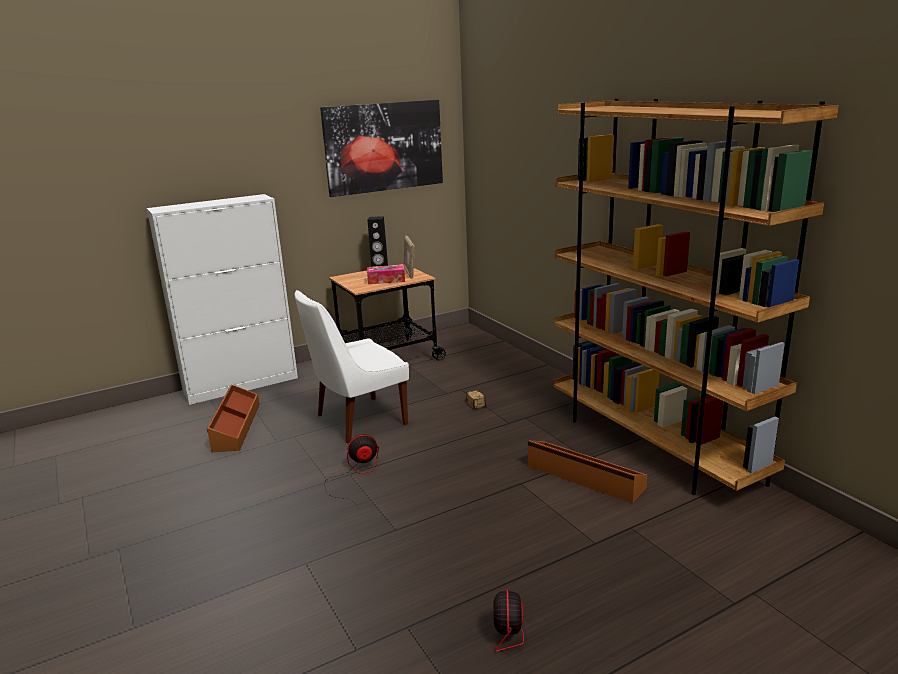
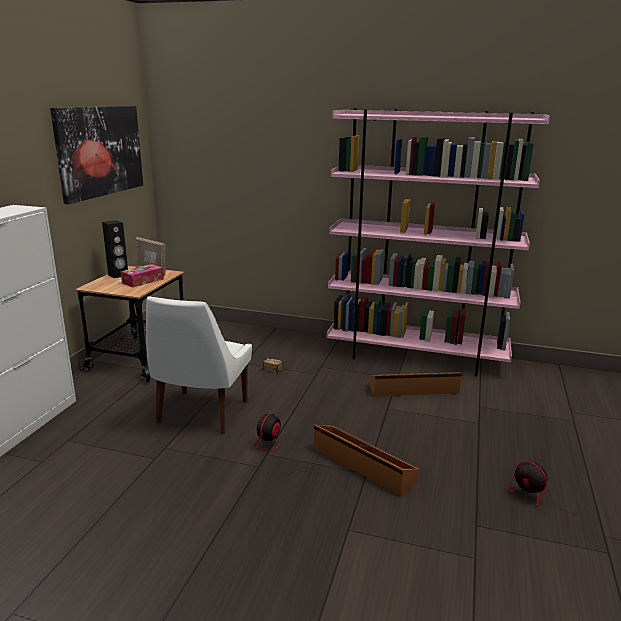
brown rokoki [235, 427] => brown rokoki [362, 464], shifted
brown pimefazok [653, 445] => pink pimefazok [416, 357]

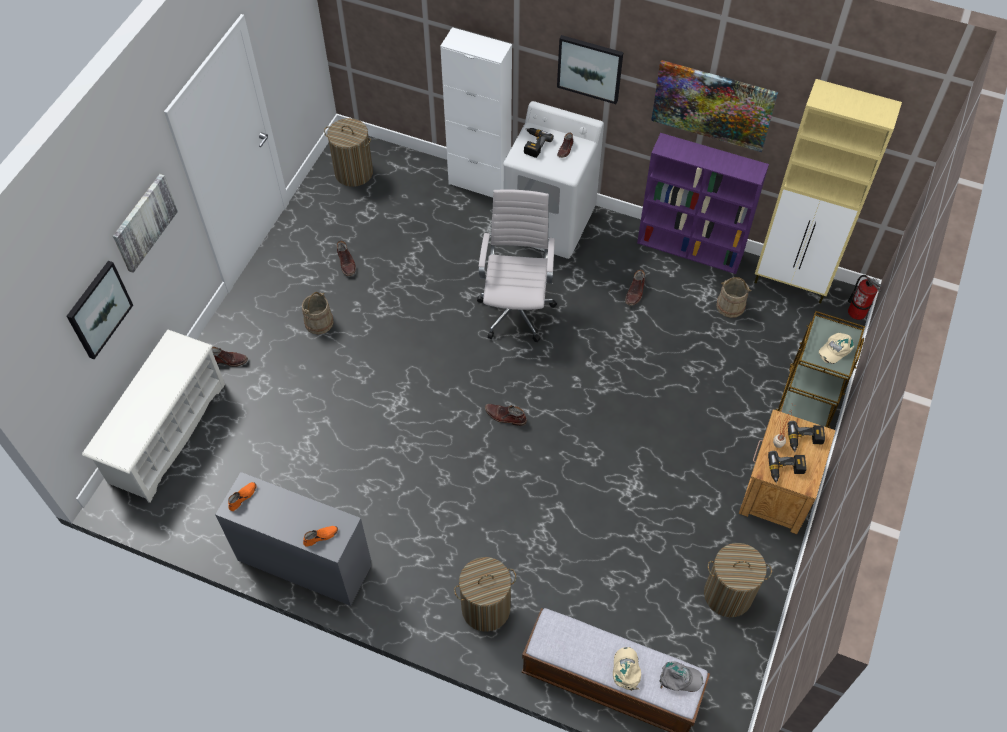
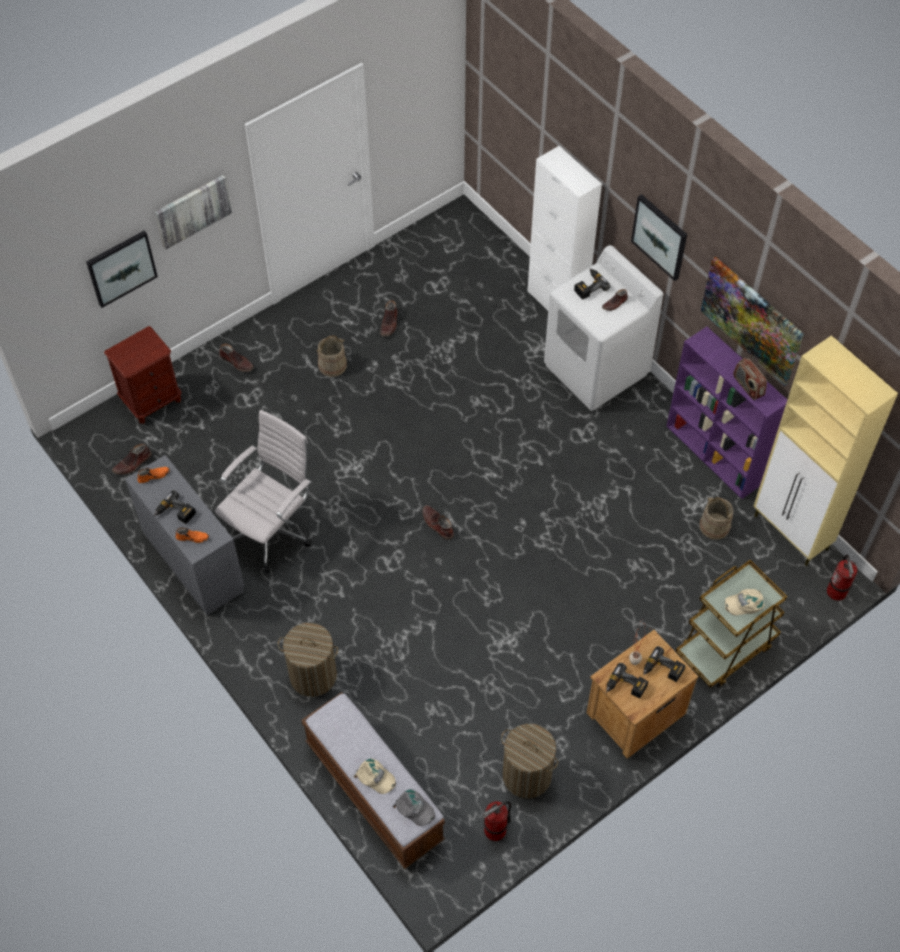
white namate [167, 433] => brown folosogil [152, 400]
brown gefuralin [635, 292] => brown gefuralin [132, 464], shifted
nothing => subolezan [175, 513]
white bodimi [516, 309] => white bodimi [272, 531], shifted
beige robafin [626, 670] => beige robafin [375, 777], 90 degrees clockwise
nothing => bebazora [495, 830]
nothing => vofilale [747, 386]
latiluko [353, 172] => nothing

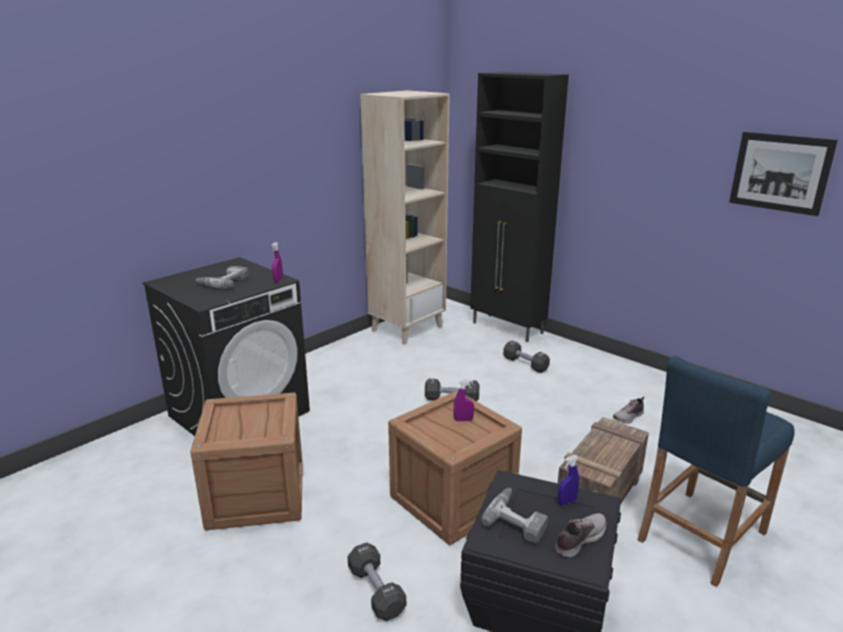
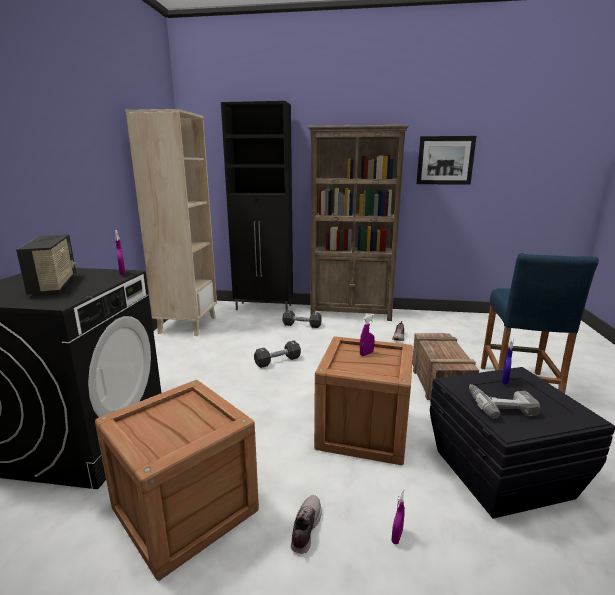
subolezan [223, 282] => vofilale [55, 284]
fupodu [578, 540] => fupodu [305, 528], shifted
nothing => brown pimefazok [351, 313]
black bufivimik [376, 591] => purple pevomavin [397, 536]

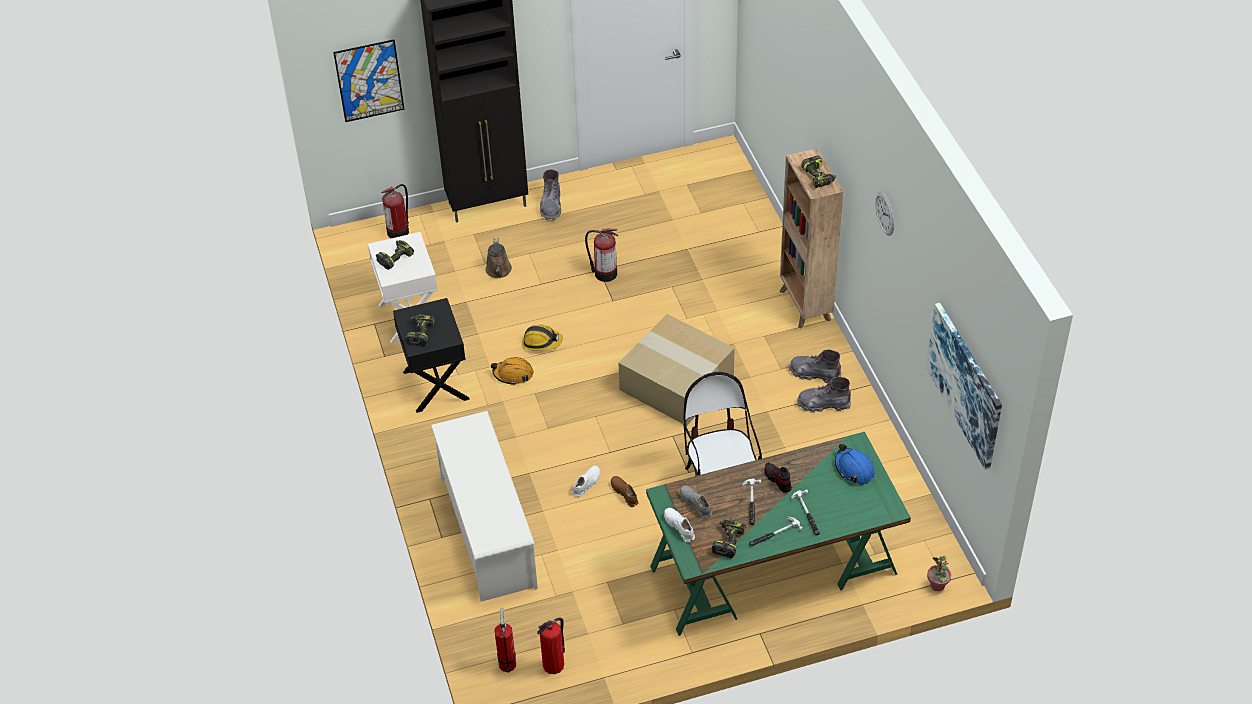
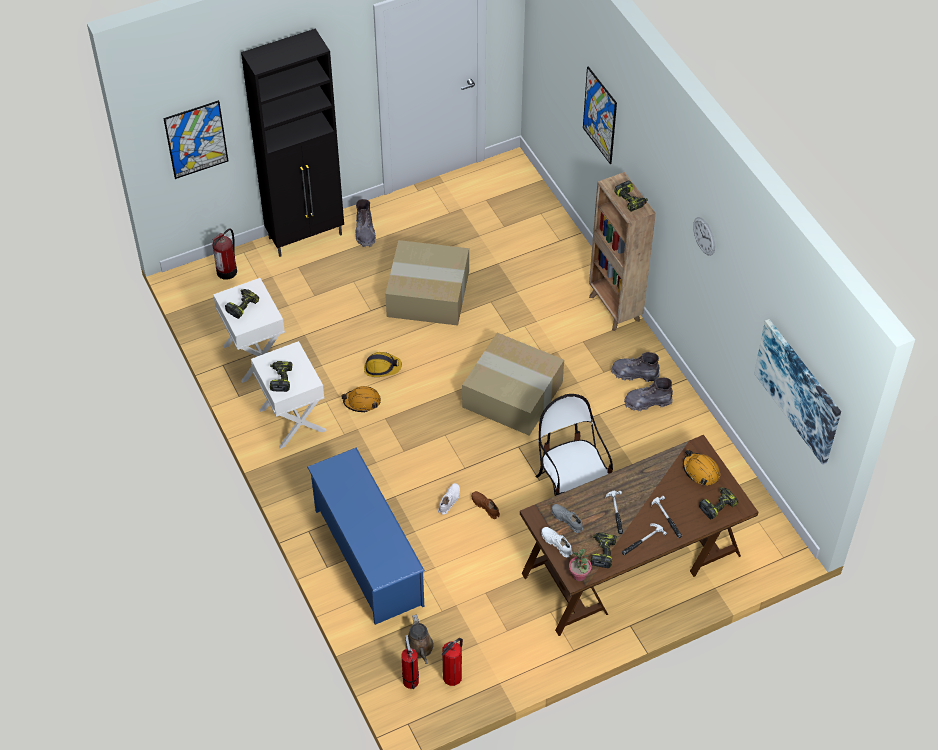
black folosogil [435, 385] => white folosogil [292, 420]
white namate [487, 531] => blue namate [367, 556]
bebazora [604, 273] => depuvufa [426, 294]
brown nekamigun [498, 271] => brown nekamigun [420, 648], shifted
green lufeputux [773, 571] => brown lufeputux [631, 565]
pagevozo [937, 585] => pagevozo [579, 575], shifted
nothing => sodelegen [600, 115]
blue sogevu [854, 469] => orange sogevu [700, 471]
nothing => subolezan [717, 505]
fupodu [777, 480] => nothing

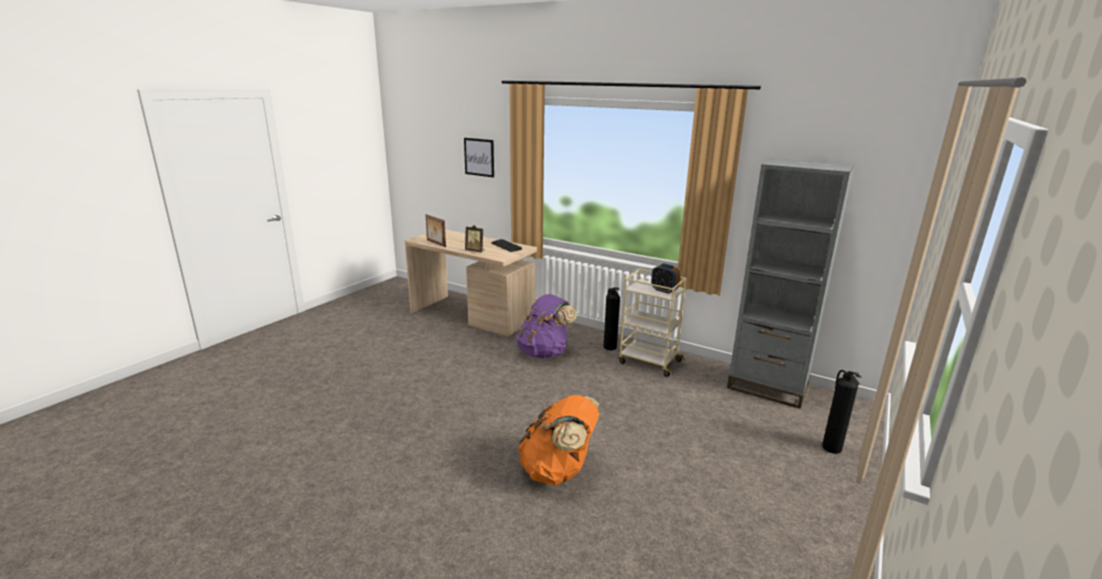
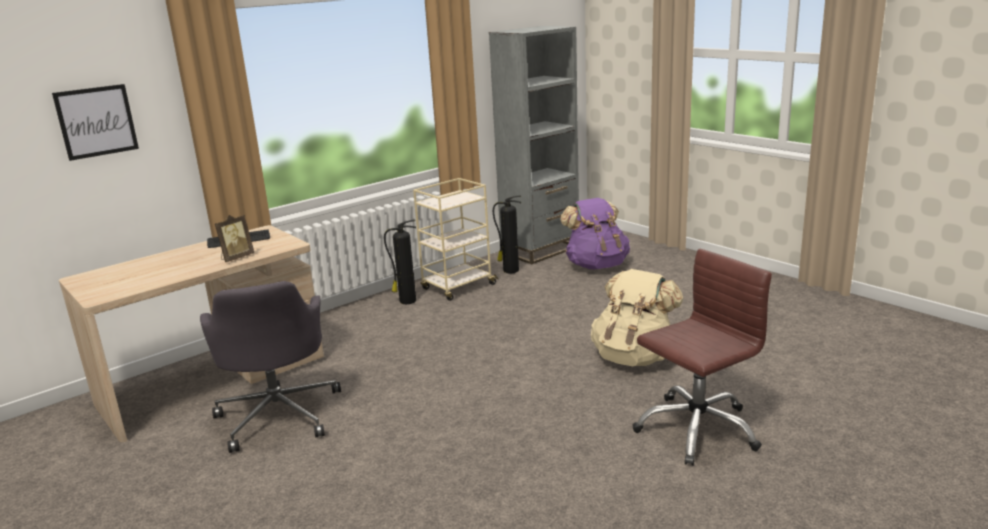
nothing => grey bodimi [279, 414]
bebazora [831, 447] => bebazora [510, 270], shifted
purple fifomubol [544, 352] => purple fifomubol [596, 265], shifted
orange fifomubol [558, 471] => beige fifomubol [634, 357]
nothing => brown bodimi [696, 429]
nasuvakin [435, 243] => nothing
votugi [664, 290] => nothing

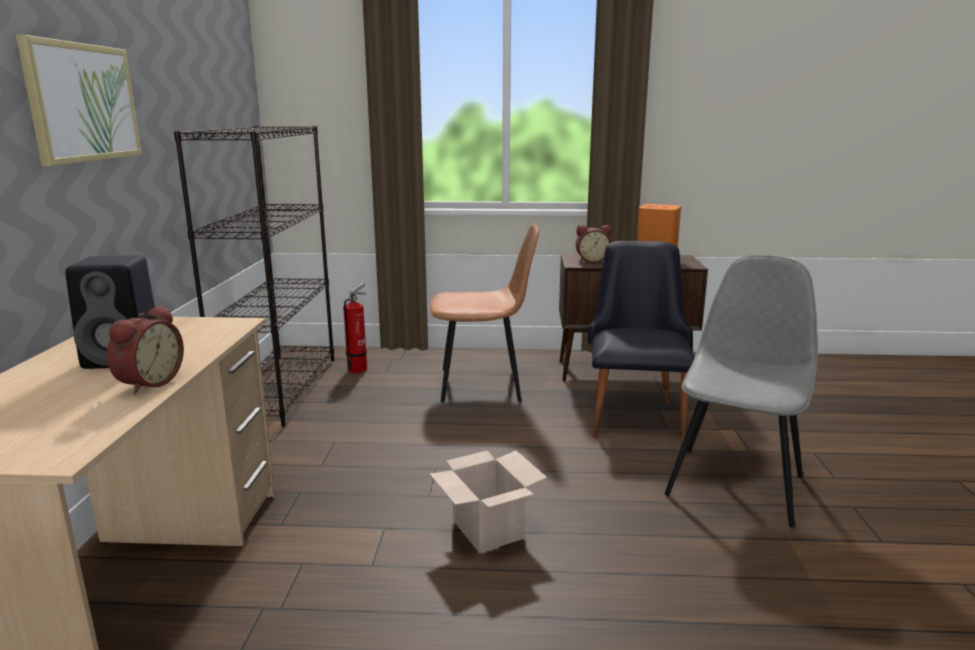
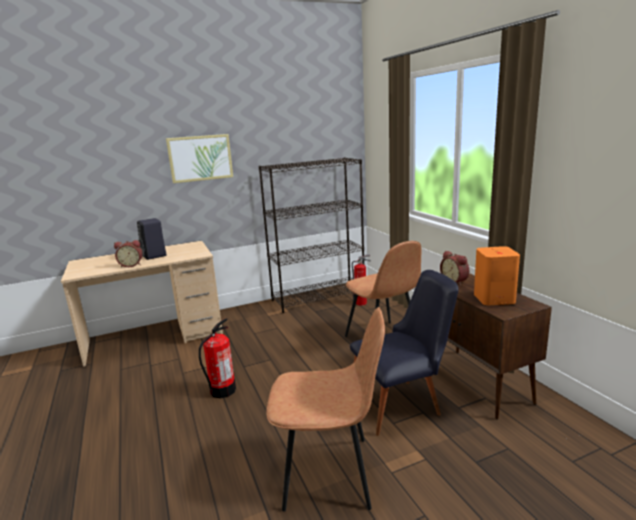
depuvufa [486, 528] => bebazora [222, 390]
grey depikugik [736, 483] => brown depikugik [330, 472]

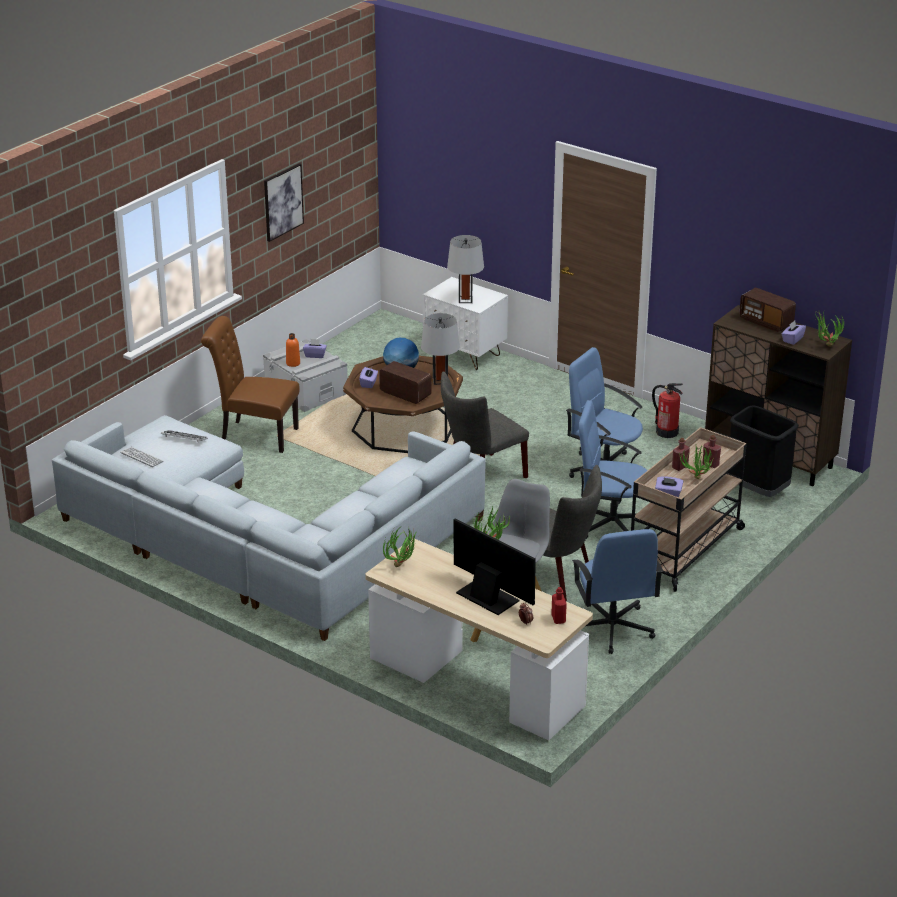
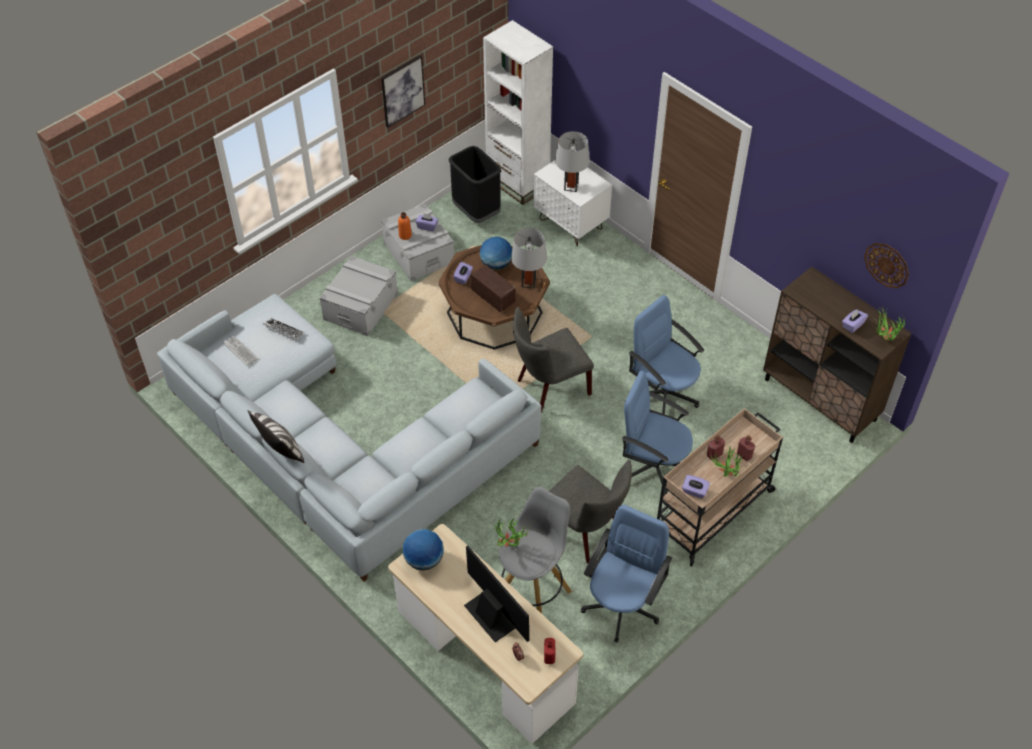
nothing => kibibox [281, 450]
brown depikugik [254, 435] => grey rokoki [360, 306]
pagevozo [402, 565] => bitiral [424, 560]
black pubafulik [757, 491] => black pubafulik [476, 212], shifted
nothing => white pimefazok [517, 182]
blue bodimi [611, 628] => blue bodimi [622, 605], 150 degrees counterclockwise
nothing => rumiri [887, 265]
bebazora [666, 432] => nothing
vofilale [766, 322] => nothing

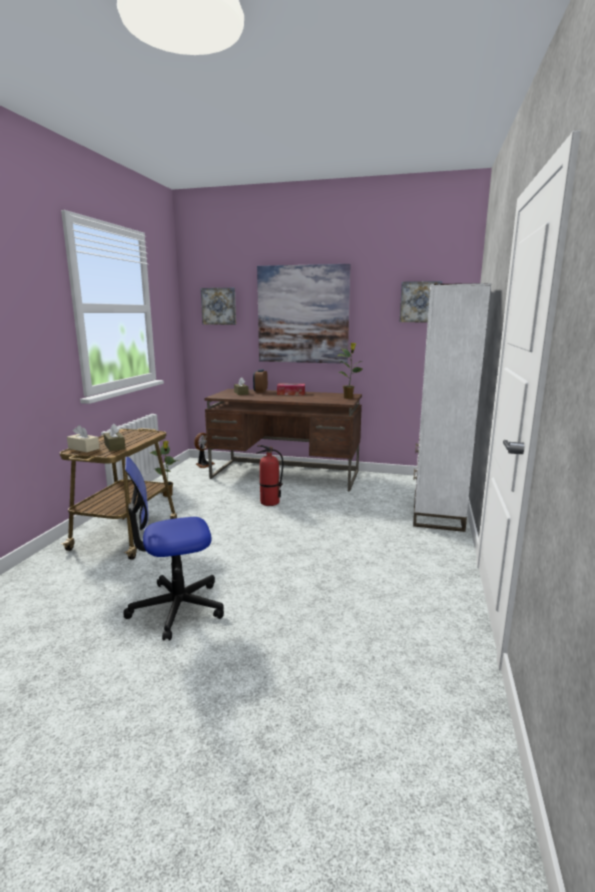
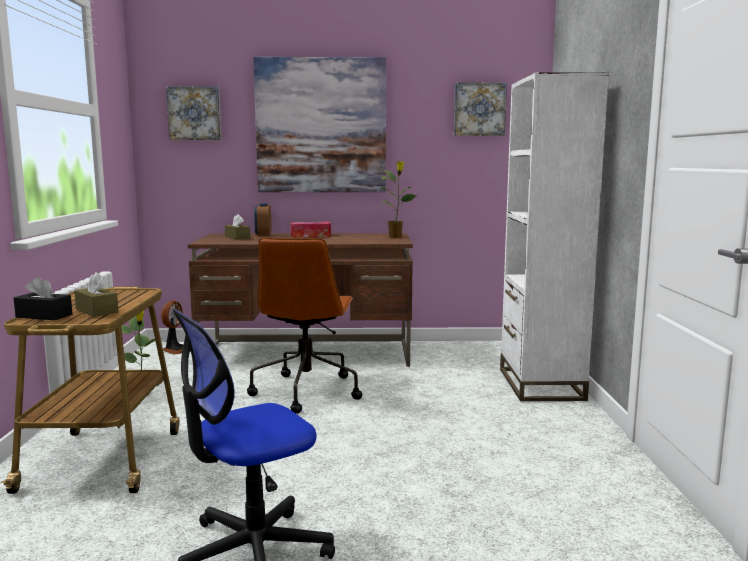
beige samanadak [83, 448] => black samanadak [44, 316]
bebazora [269, 502] => brown bodimi [306, 391]

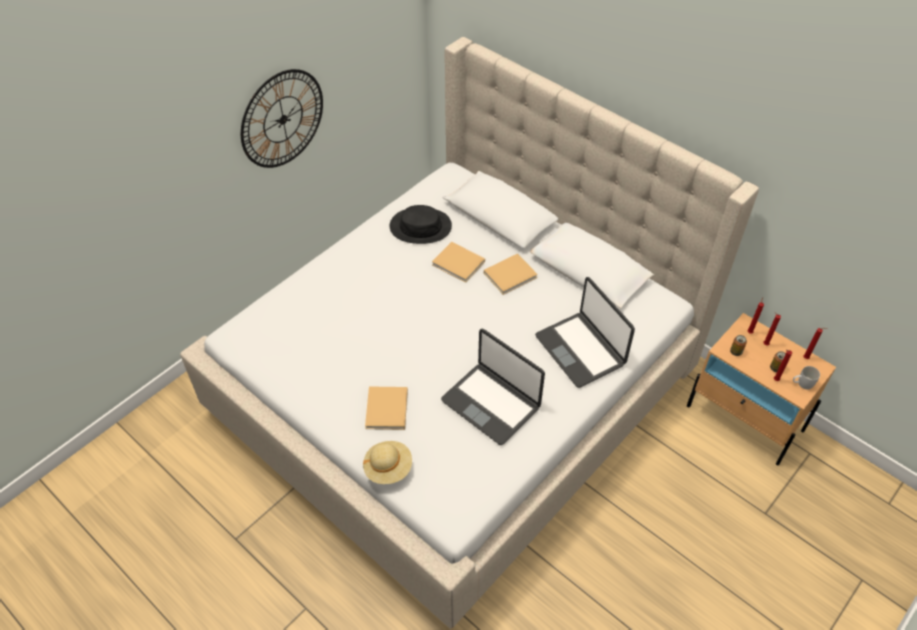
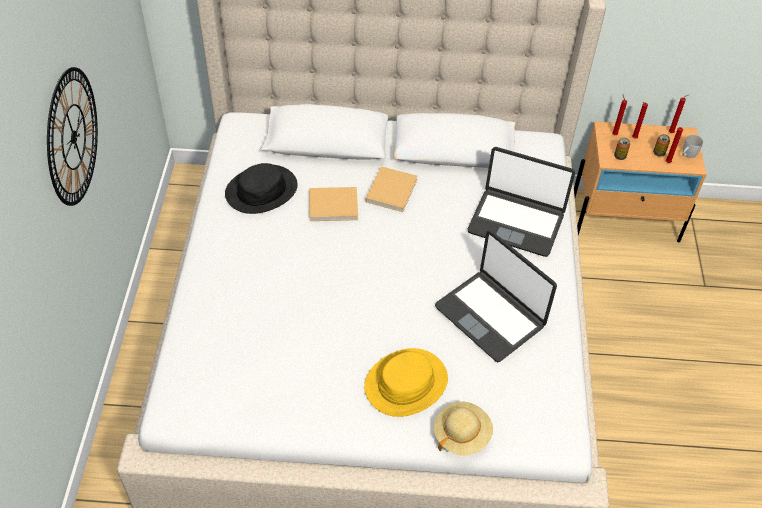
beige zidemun [386, 410] => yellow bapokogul [406, 383]
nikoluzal [491, 403] => nikoluzal [490, 316], 45 degrees clockwise

